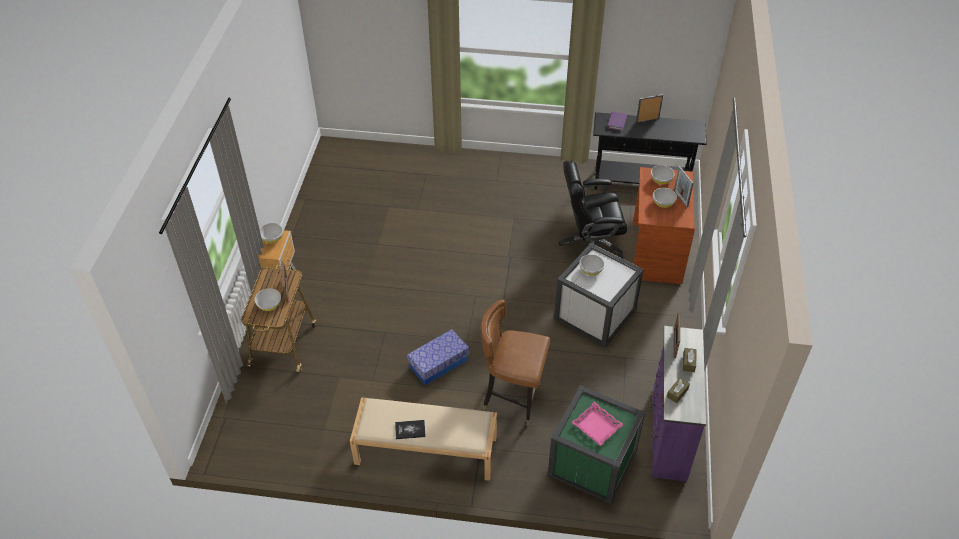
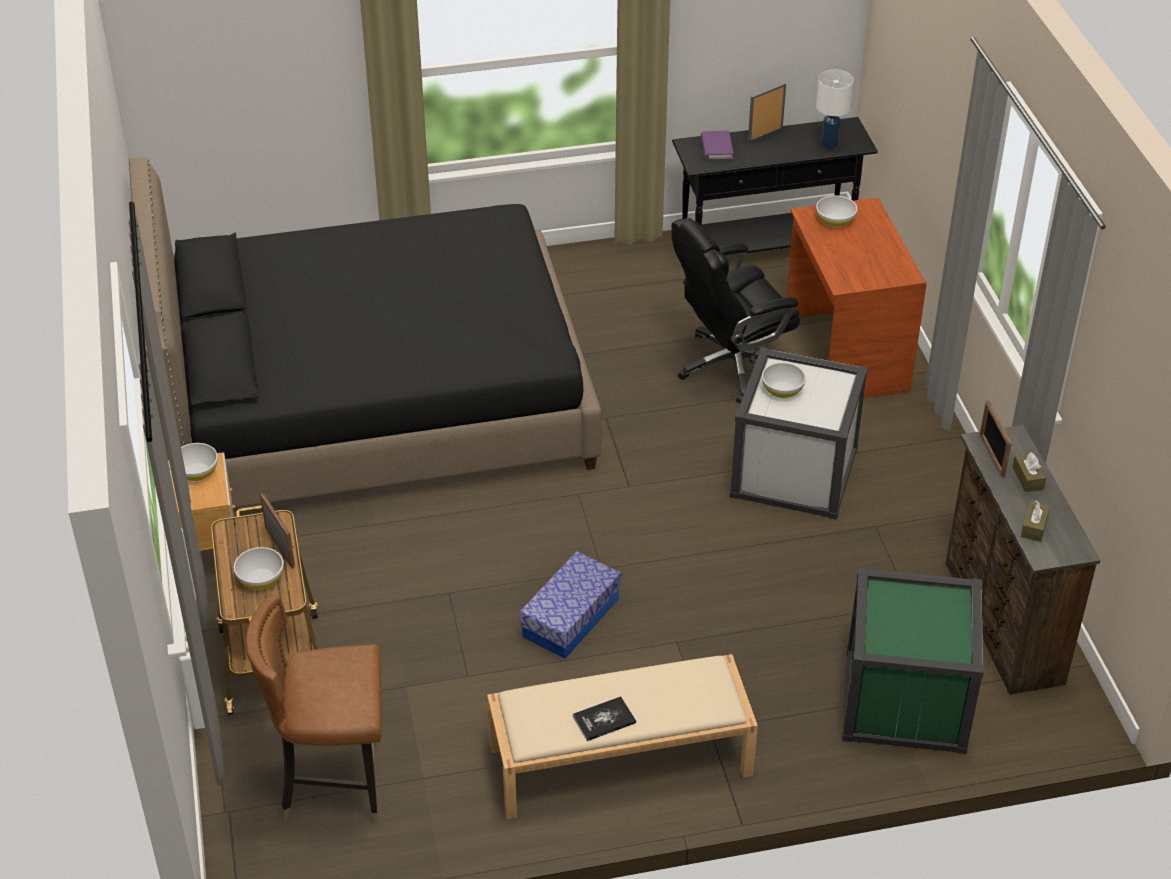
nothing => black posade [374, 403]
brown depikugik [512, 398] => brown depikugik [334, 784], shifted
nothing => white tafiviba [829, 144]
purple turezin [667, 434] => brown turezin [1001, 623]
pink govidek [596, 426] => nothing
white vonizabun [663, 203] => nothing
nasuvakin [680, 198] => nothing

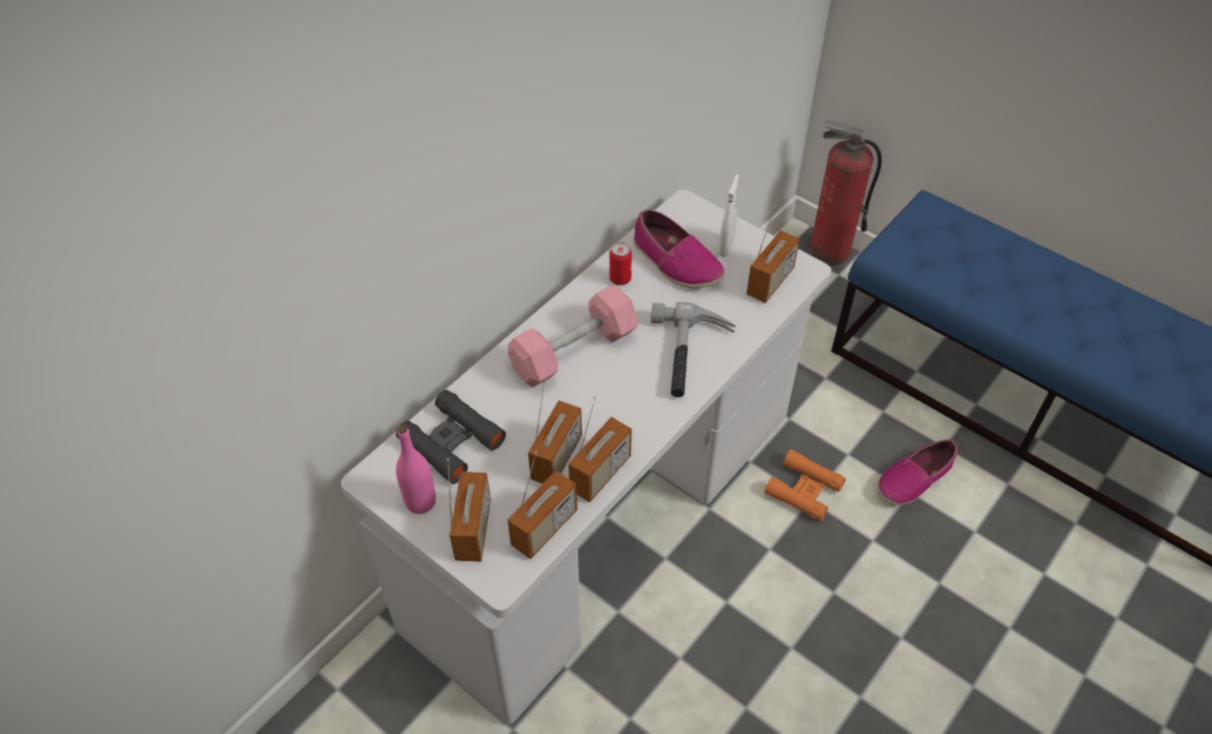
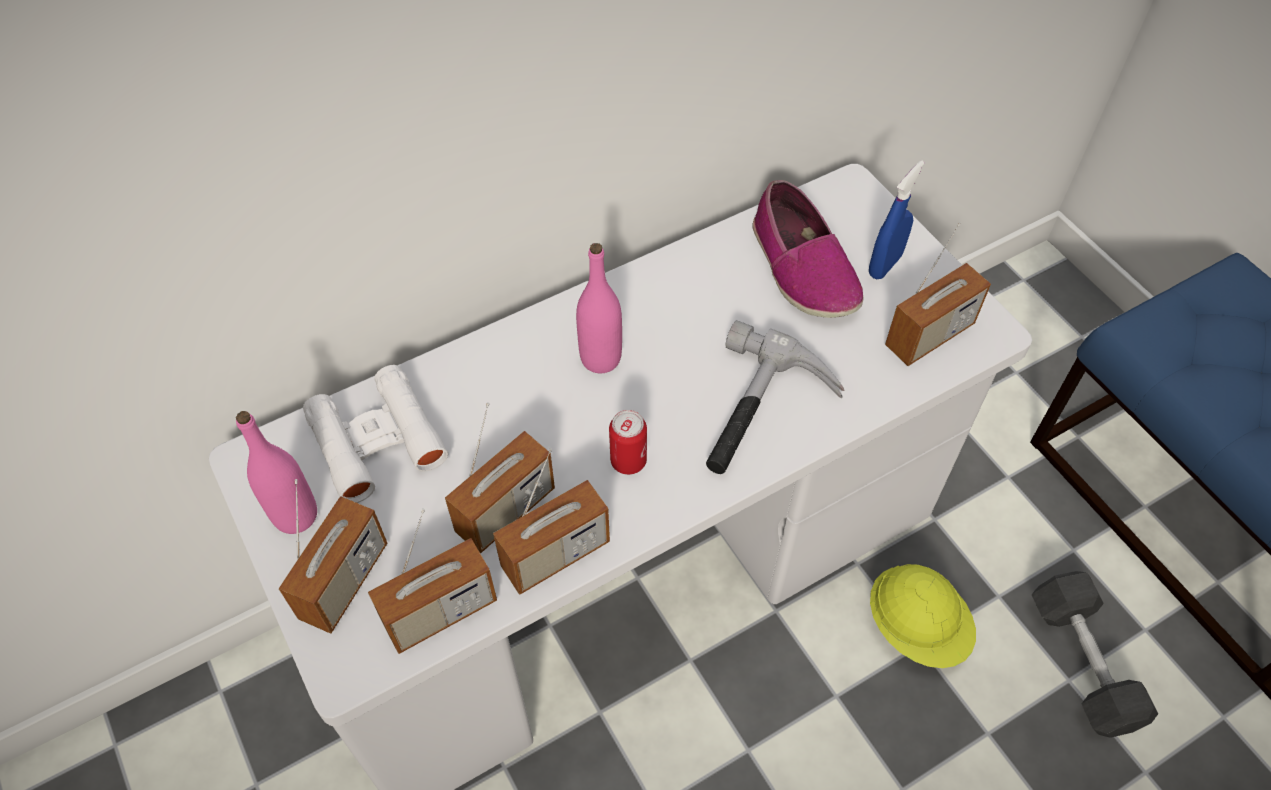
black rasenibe [451, 442] => white rasenibe [376, 441]
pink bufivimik [574, 351] => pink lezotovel [600, 358]
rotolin [620, 279] => rotolin [628, 461], shifted
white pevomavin [726, 247] => blue pevomavin [885, 265]
orange rasenibe [804, 490] => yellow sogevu [916, 627]
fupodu [914, 478] => grey bufivimik [1082, 663]
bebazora [829, 251] => nothing

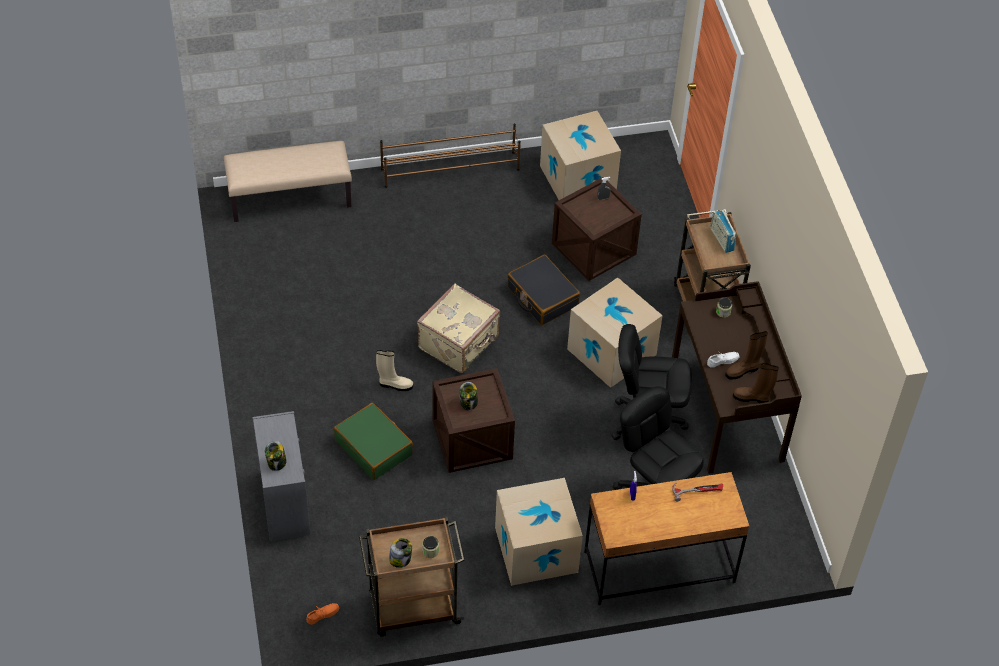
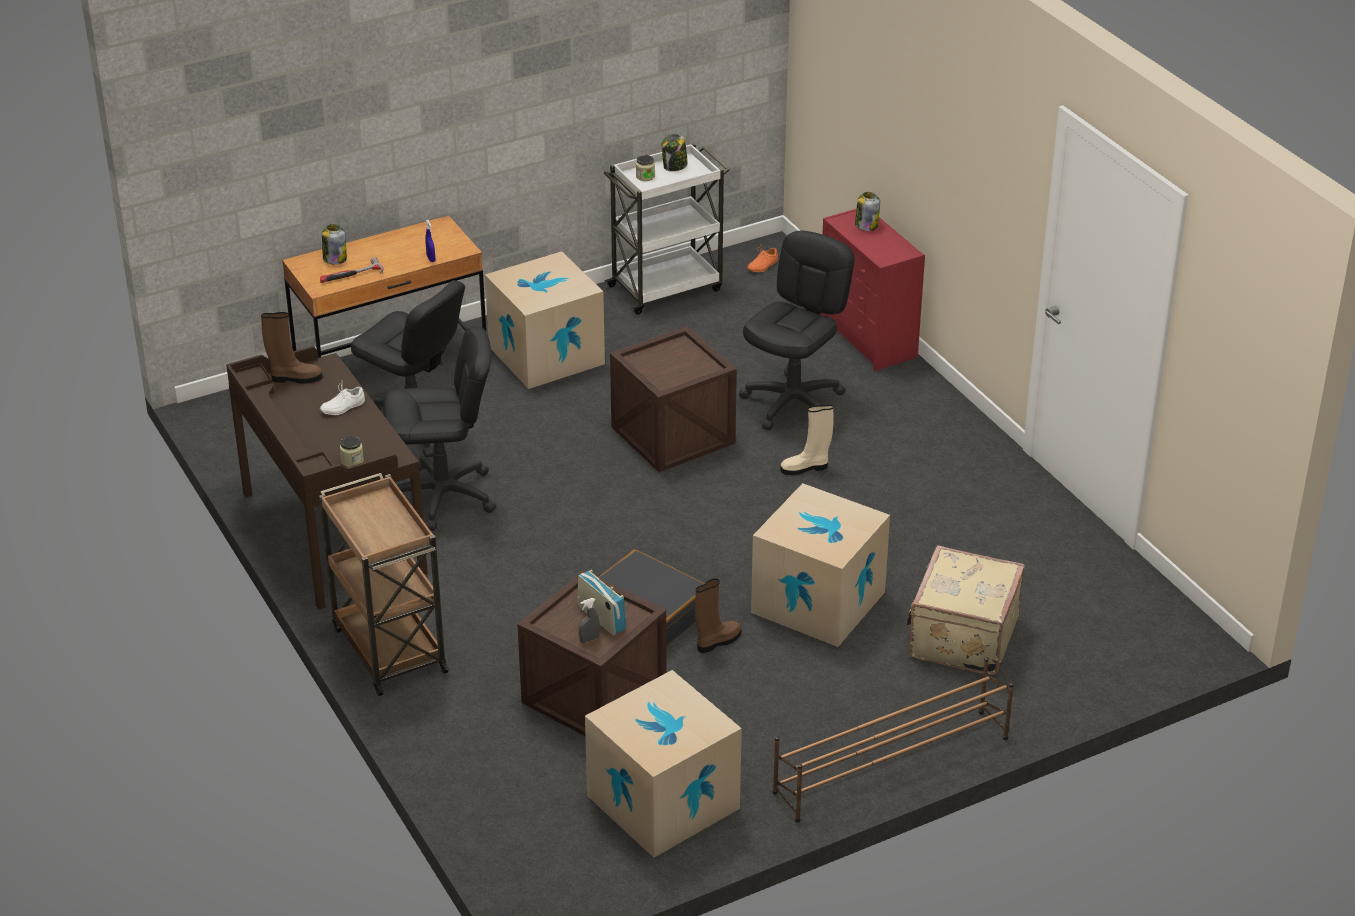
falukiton [468, 403] => falukiton [334, 258], shifted
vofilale [721, 239] => vofilale [601, 618], shifted
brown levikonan [412, 608] => white levikonan [667, 287]
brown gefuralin [743, 371] => brown gefuralin [717, 641], shifted
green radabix [374, 447] => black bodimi [794, 404]
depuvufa [611, 352] => depuvufa [818, 602], shifted
grey turezin [284, 502] => red turezin [868, 338]
beige radabix [459, 343] => beige radabix [961, 637], shifted
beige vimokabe [290, 198] => nothing

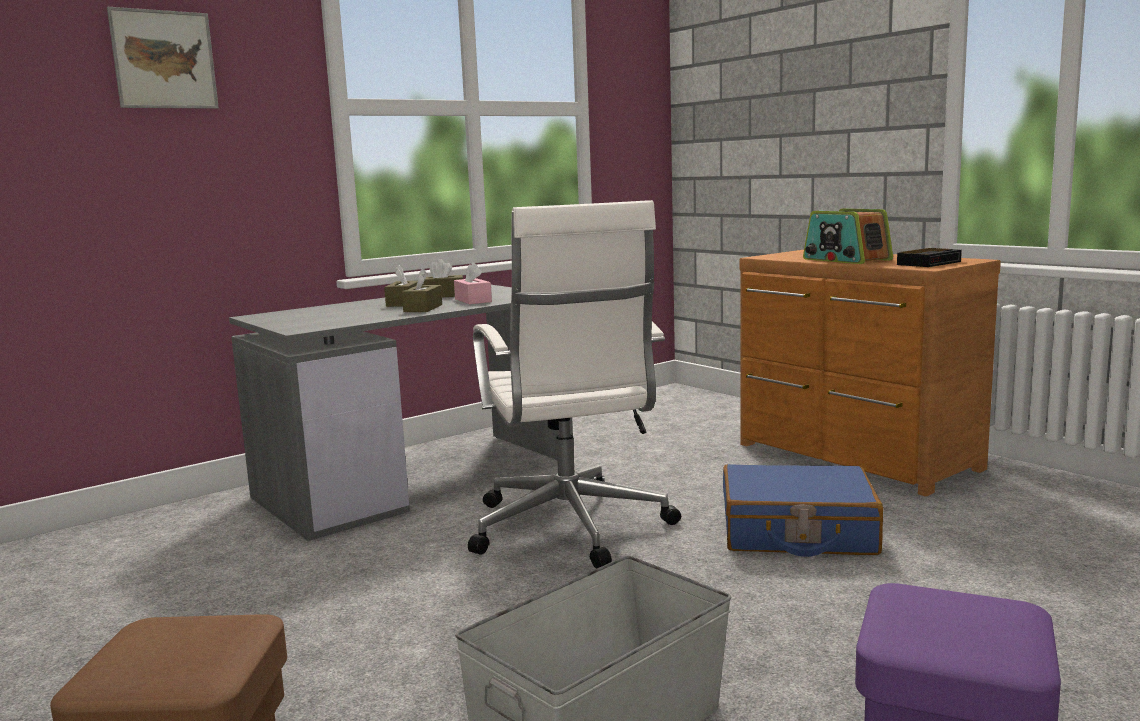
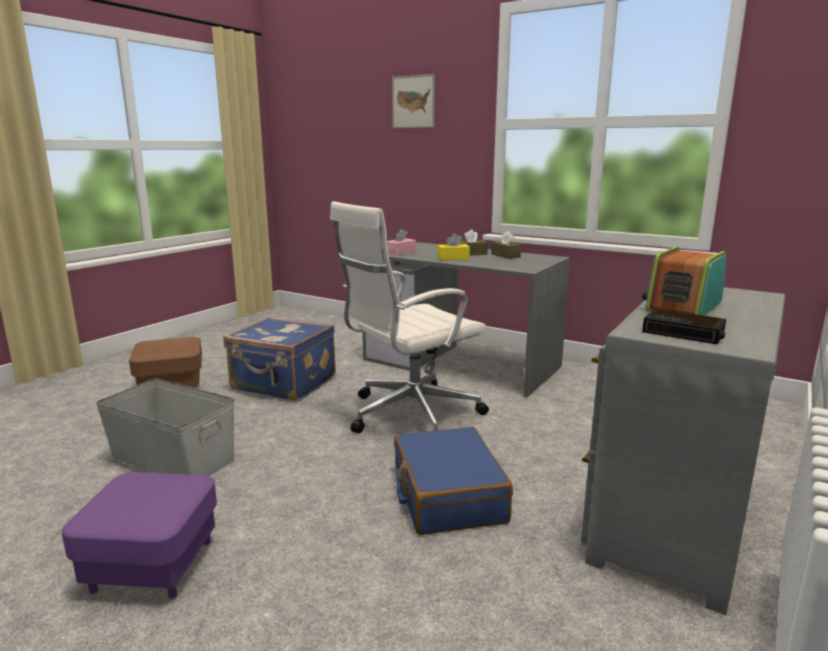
nothing => blue radabix [283, 384]
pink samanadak [473, 300] => pink samanadak [400, 252], shifted
brown samanadak [423, 308] => yellow samanadak [453, 258]
brown turezin [854, 458] => grey turezin [668, 516]

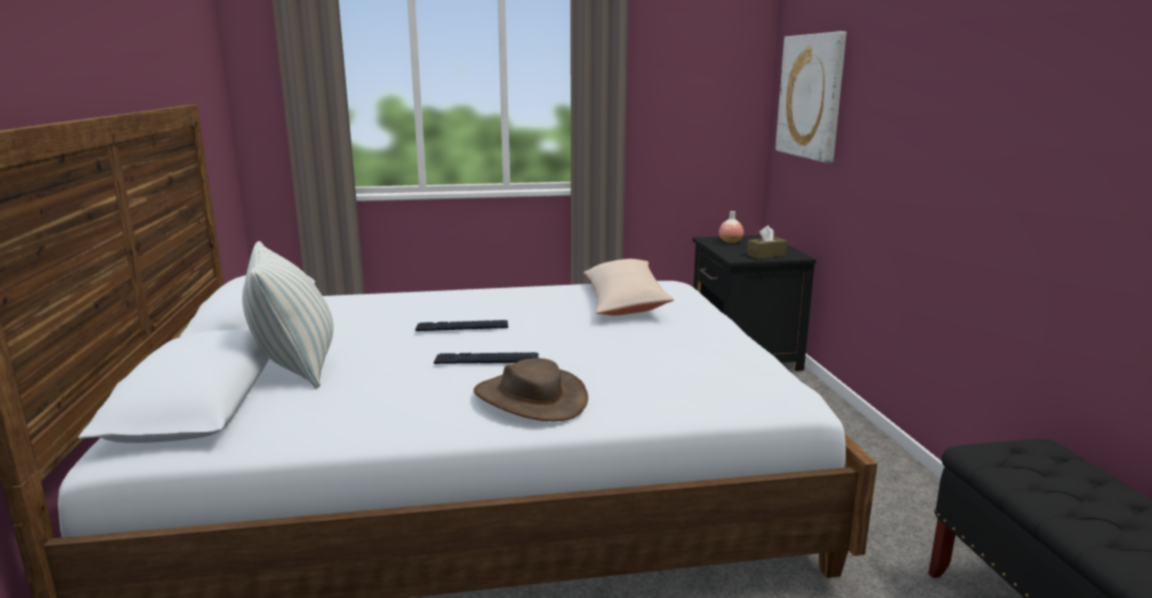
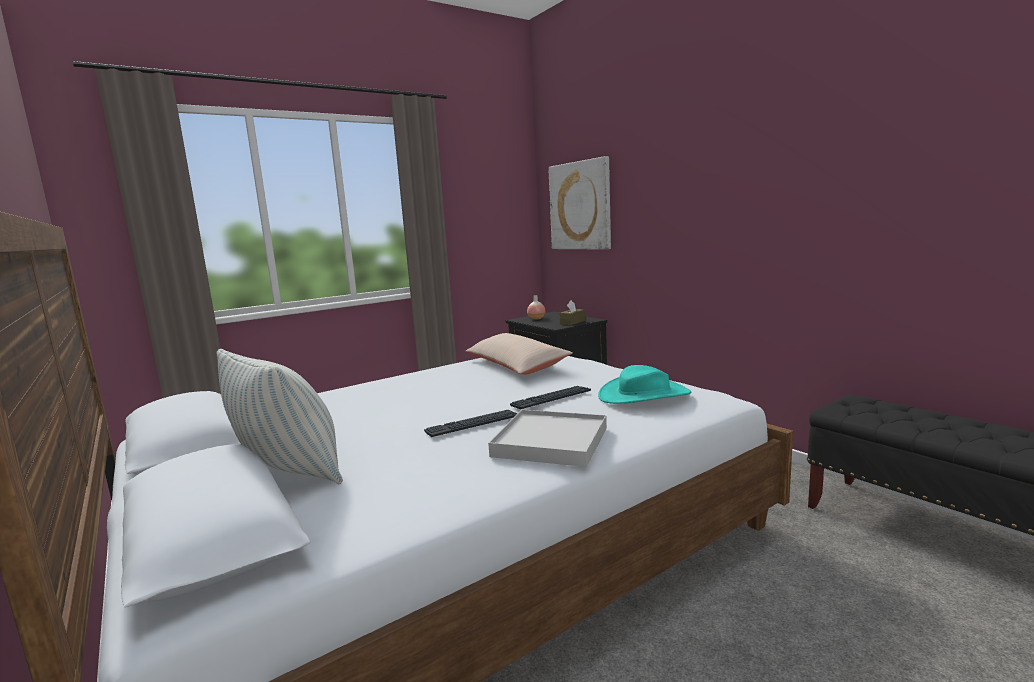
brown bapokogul [530, 398] => white govidek [551, 442]
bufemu [462, 327] => bufemu [551, 398], shifted
nothing => turquoise bapokogul [644, 395]

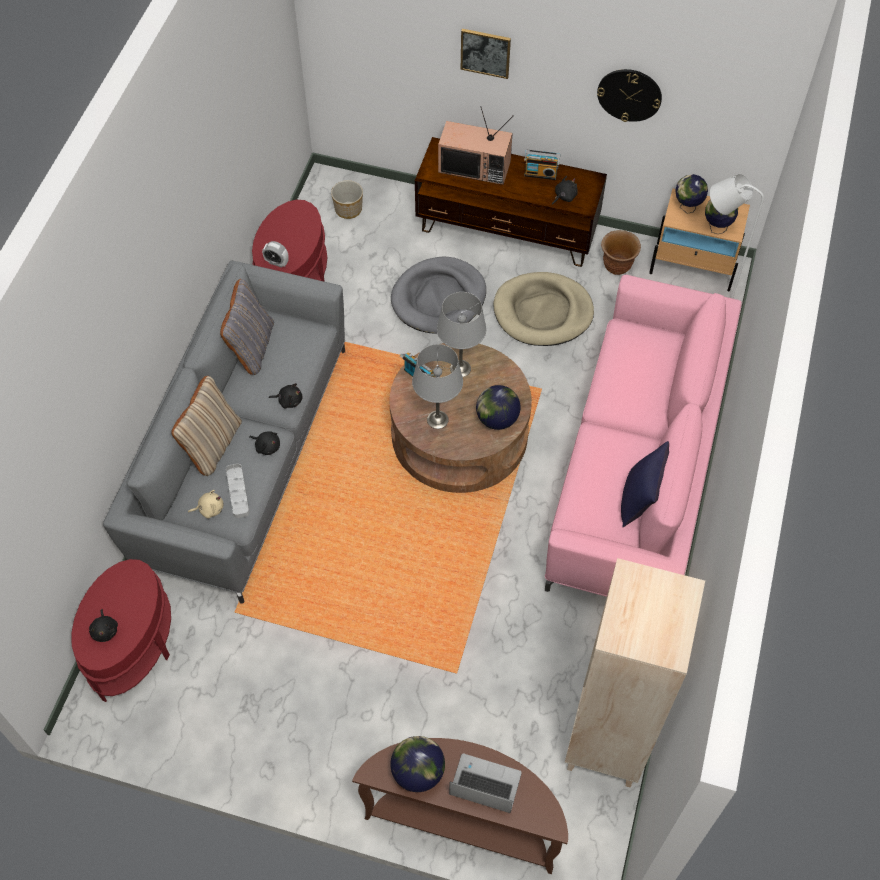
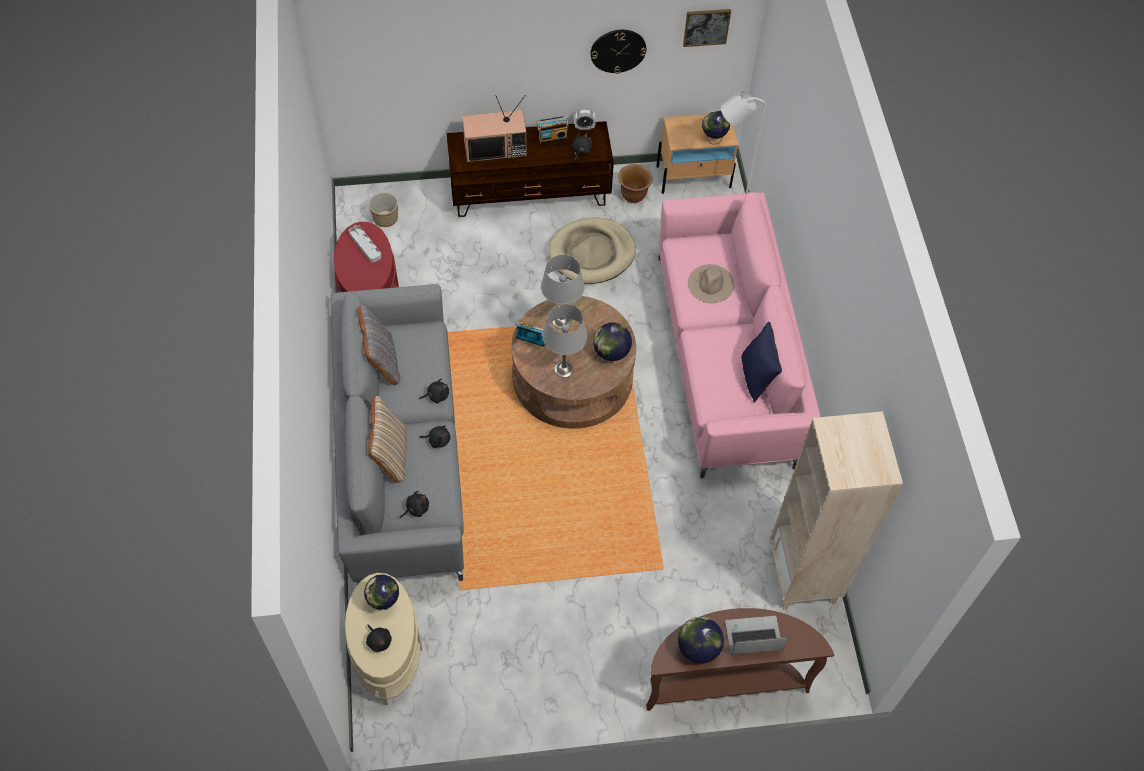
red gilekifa [132, 647] => beige gilekifa [387, 652]
grey govidek [238, 492] => grey govidek [365, 245], shifted
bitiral [687, 207] => bitiral [384, 602], shifted
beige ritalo [209, 509] => black ritalo [416, 508]
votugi [277, 262] => votugi [584, 127], shifted
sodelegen [485, 52] => sodelegen [706, 27], shifted
nothing => beige bapokogul [711, 283]
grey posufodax [439, 298] => nothing

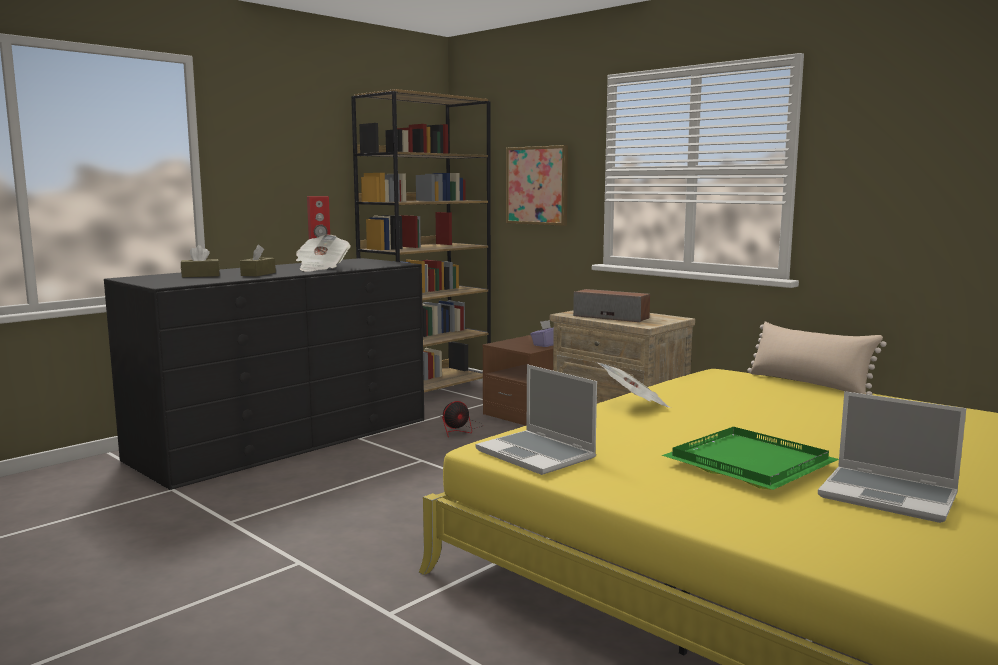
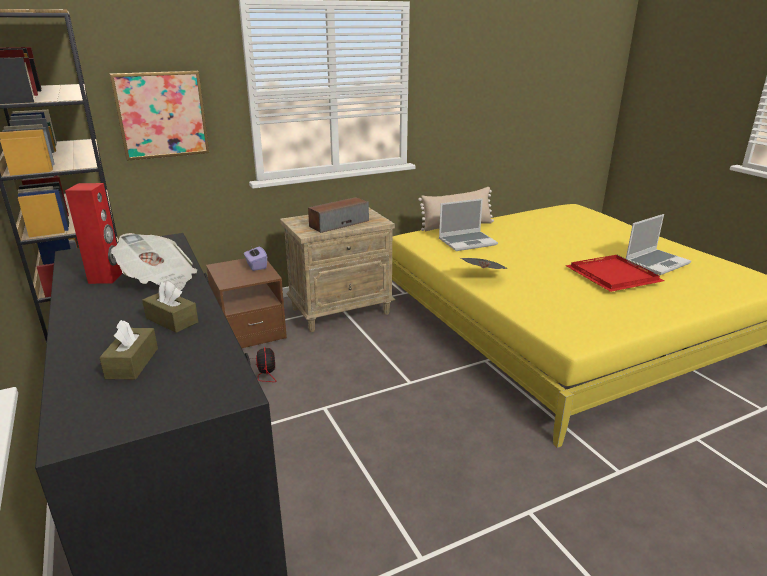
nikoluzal [537, 454] => nikoluzal [467, 242], shifted
green govidek [748, 462] => red govidek [611, 275]

